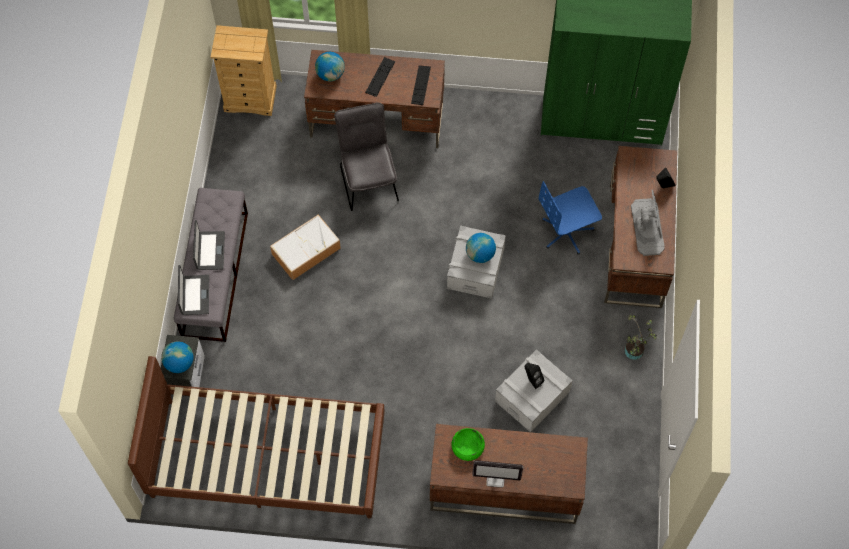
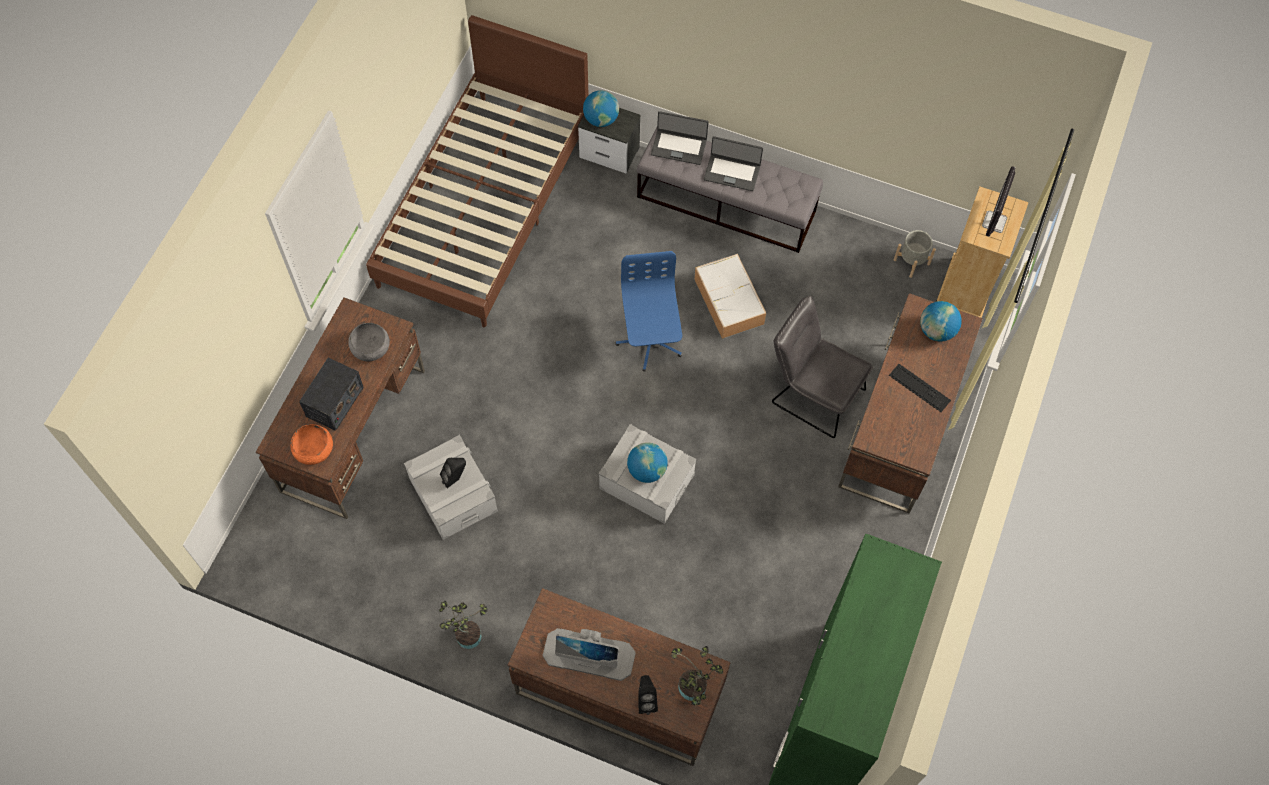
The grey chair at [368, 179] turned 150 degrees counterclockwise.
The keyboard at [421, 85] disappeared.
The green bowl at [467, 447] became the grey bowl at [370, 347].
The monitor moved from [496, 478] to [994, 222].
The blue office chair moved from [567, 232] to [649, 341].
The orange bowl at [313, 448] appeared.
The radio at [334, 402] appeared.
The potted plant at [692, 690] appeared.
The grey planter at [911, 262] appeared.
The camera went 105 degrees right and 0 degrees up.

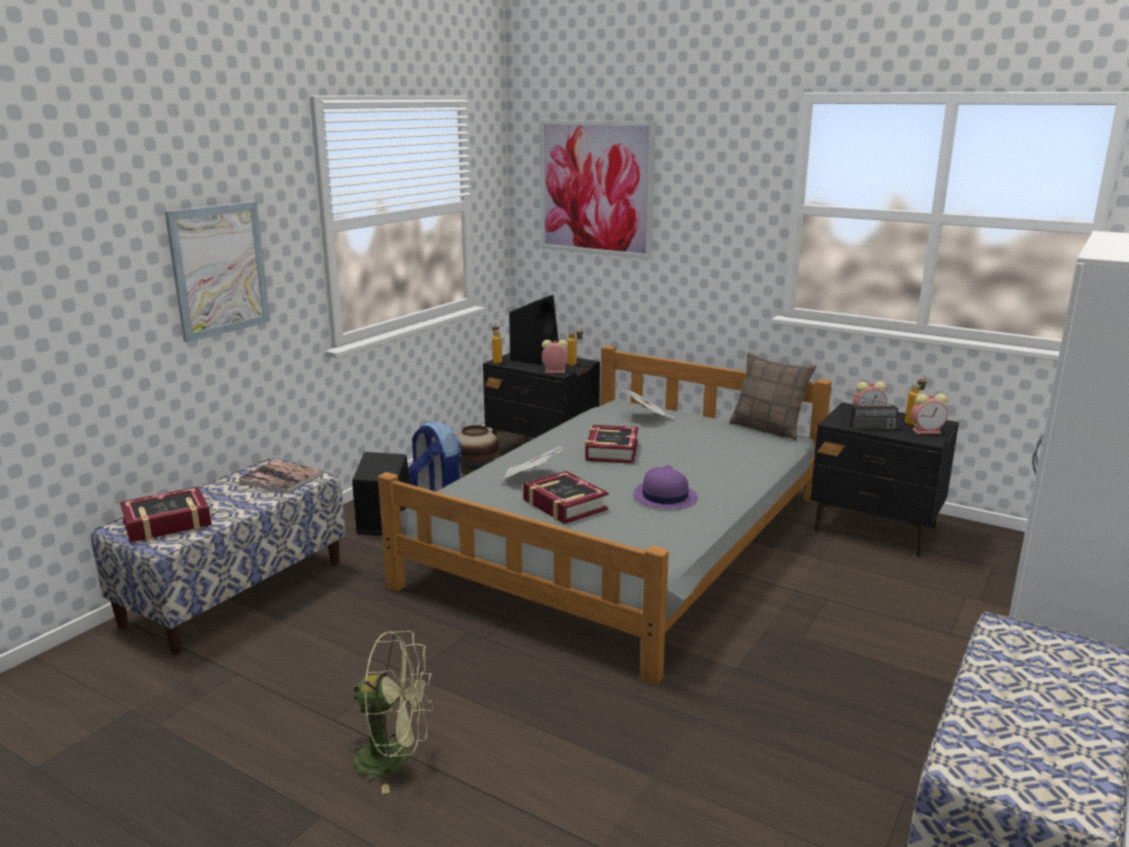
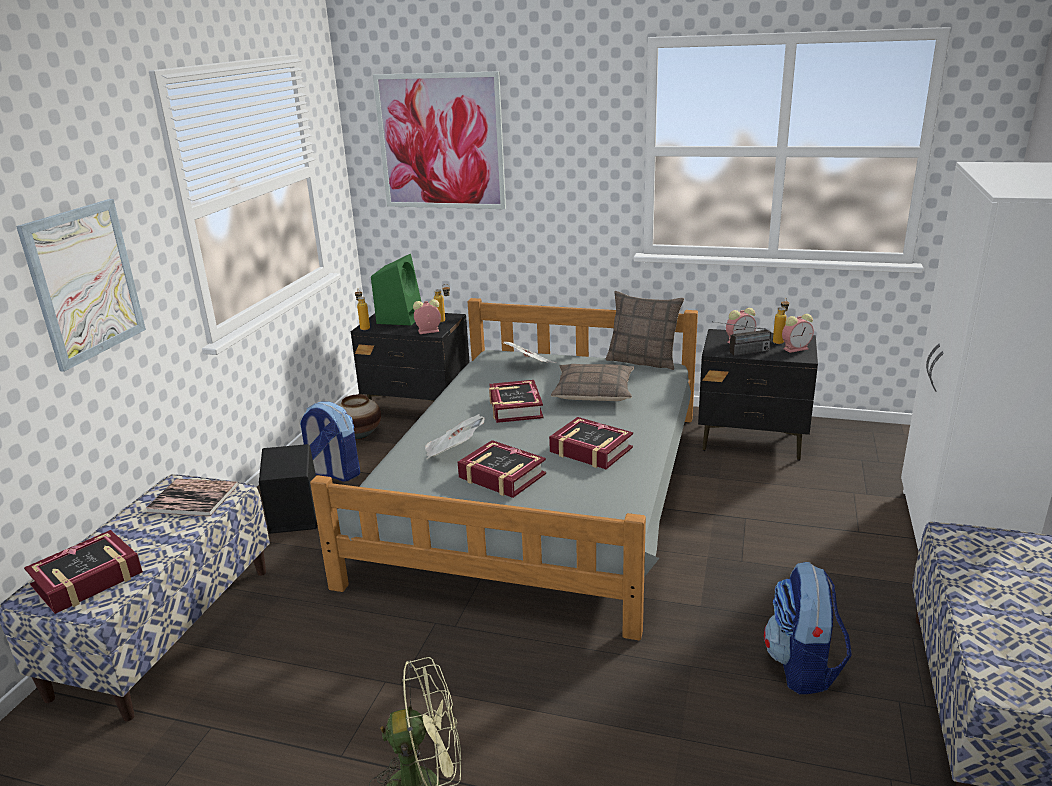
The black speaker at [535, 357] became the green speaker at [400, 318].
The purple hat at [664, 497] was replaced by the book at [590, 450].
The pillow at [593, 391] appeared.
The backpack at [802, 667] appeared.
The camera went 15 degrees left and 5 degrees up.

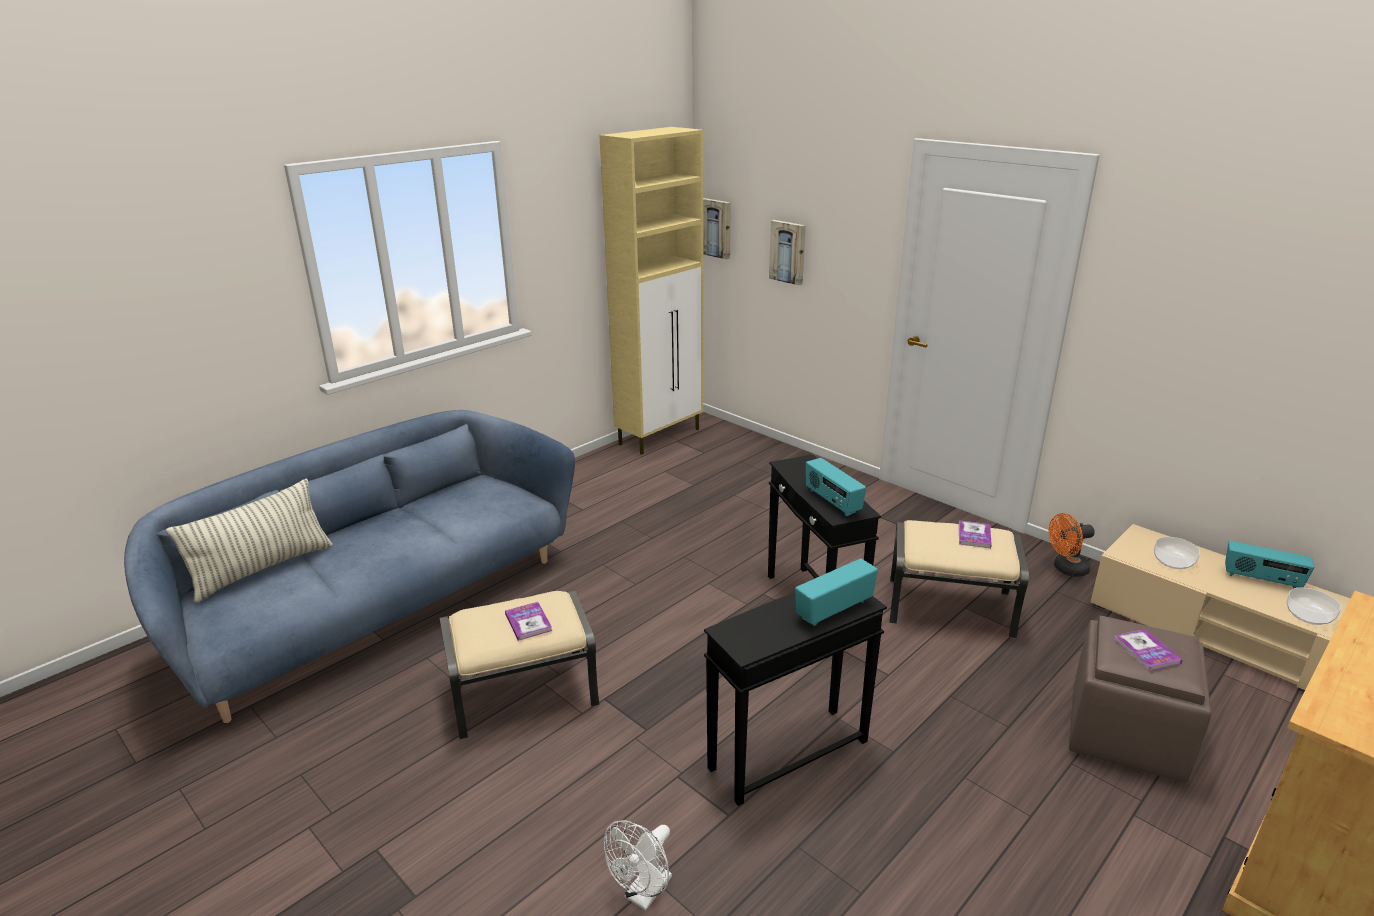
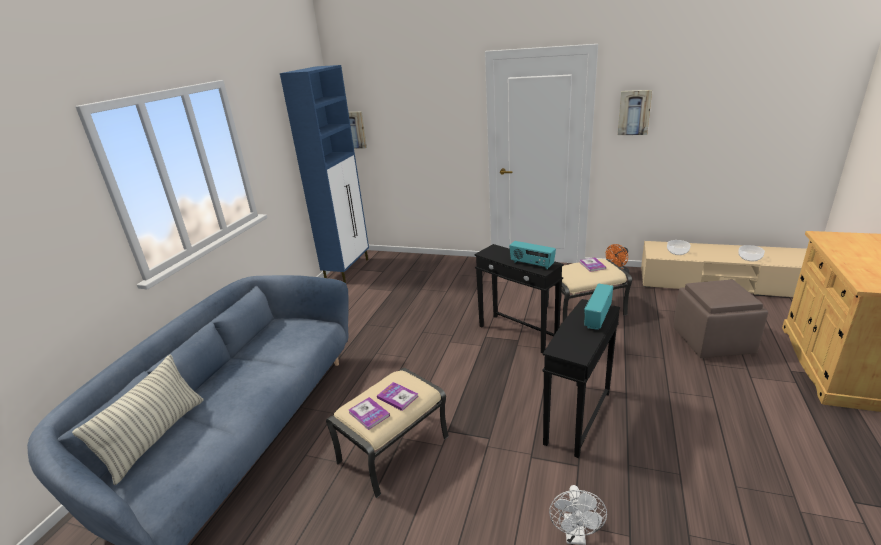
The beige cabinet at [660, 436] became the blue cabinet at [348, 269].
The picture moved from [788, 252] to [634, 112].
The book moved from [1146, 651] to [369, 414].
The radio at [1261, 580] disappeared.
The camera went 25 degrees left and 0 degrees up.

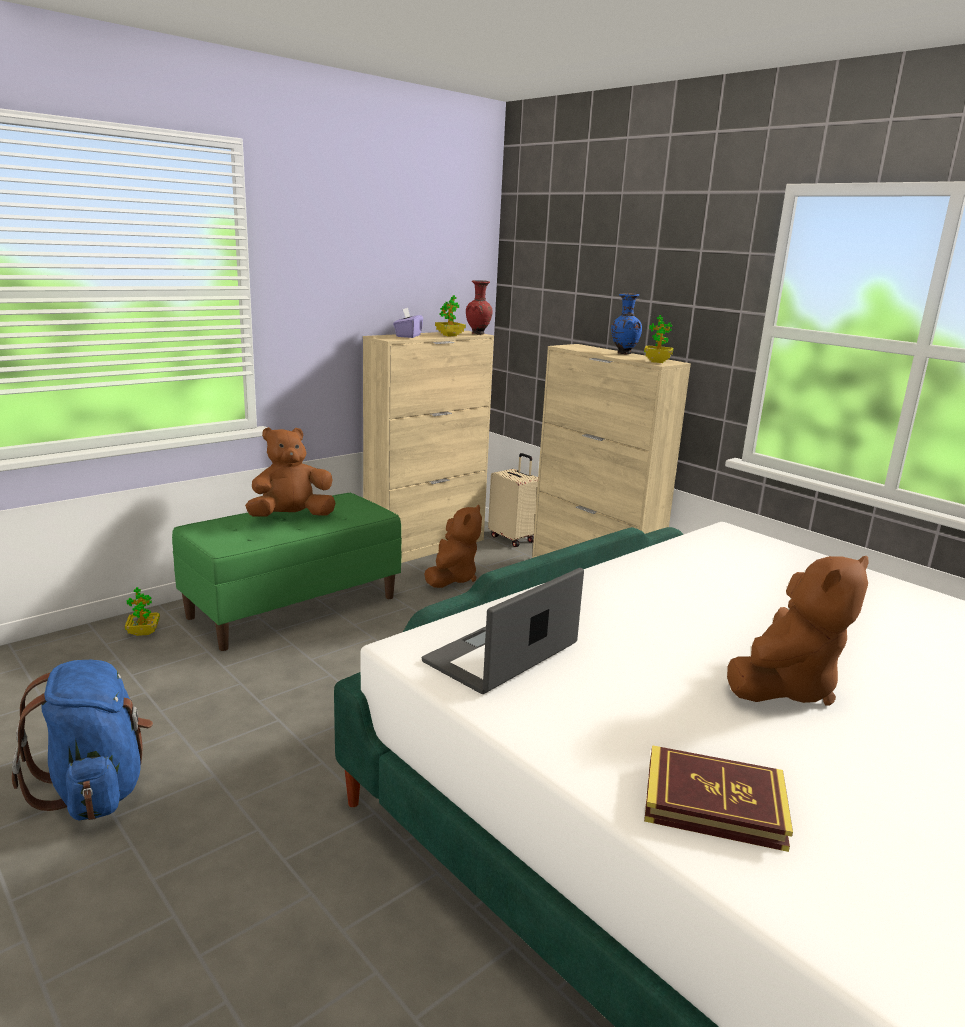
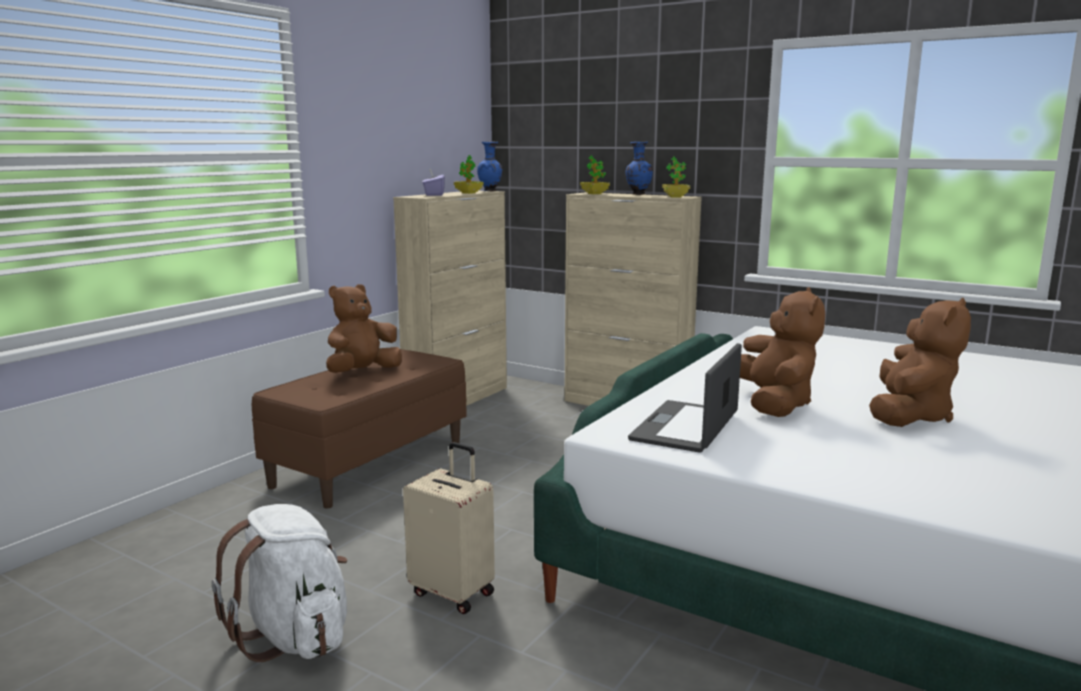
The blue backpack at [96, 788] became the white backpack at [294, 636].
The potted plant moved from [143, 632] to [594, 194].
The green bench at [294, 606] became the brown bench at [370, 463].
The brown plush toy moved from [452, 578] to [774, 404].
The red vase at [478, 334] became the blue vase at [490, 191].
The beige suitcase moved from [512, 538] to [454, 592].
The book at [714, 804] disappeared.
The camera went 15 degrees left and 5 degrees down.

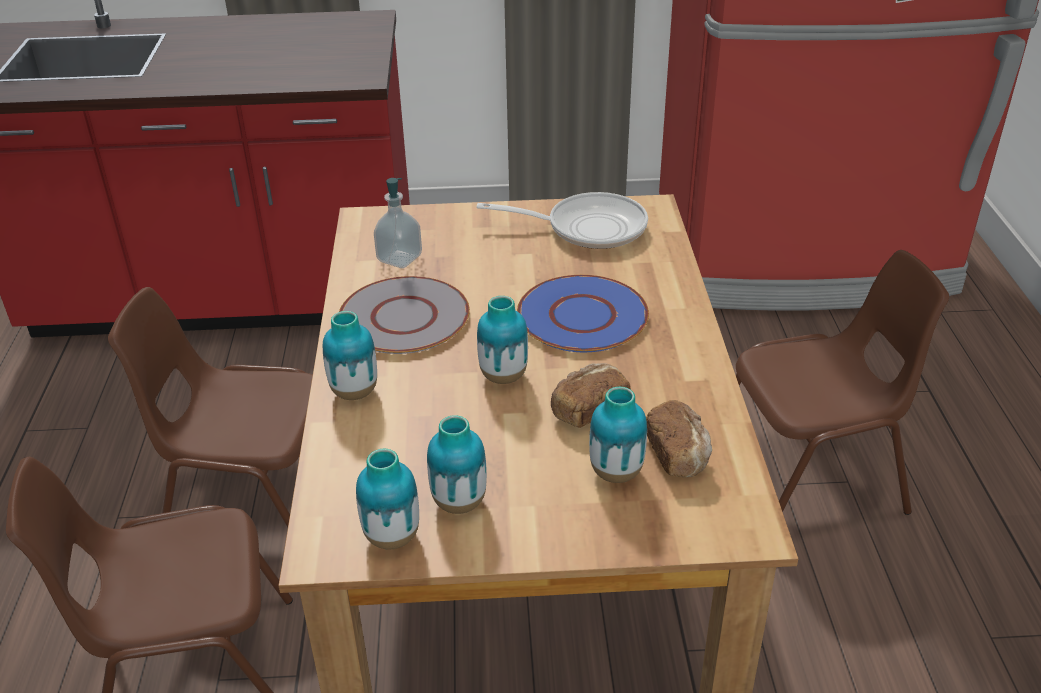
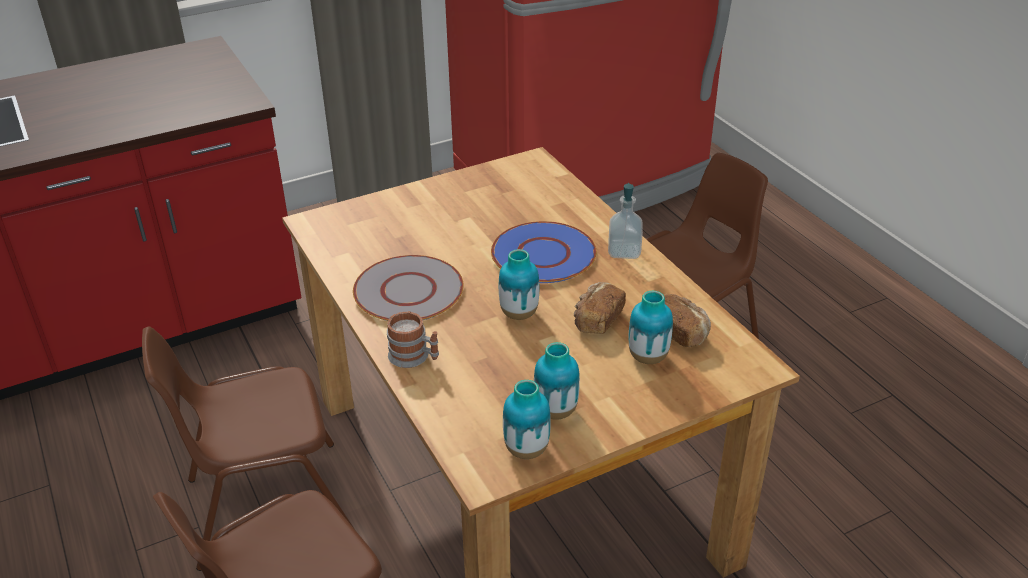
The vase at [354, 392] was replaced by the mug at [414, 357].
The soap dispenser moved from [399, 258] to [624, 251].
The frying pan at [587, 228] disappeared.
The camera went 25 degrees left and 0 degrees up.

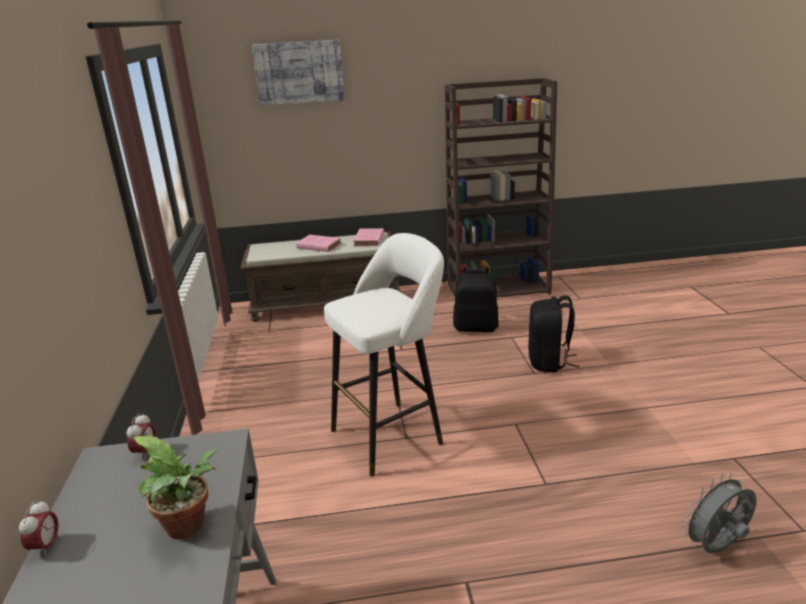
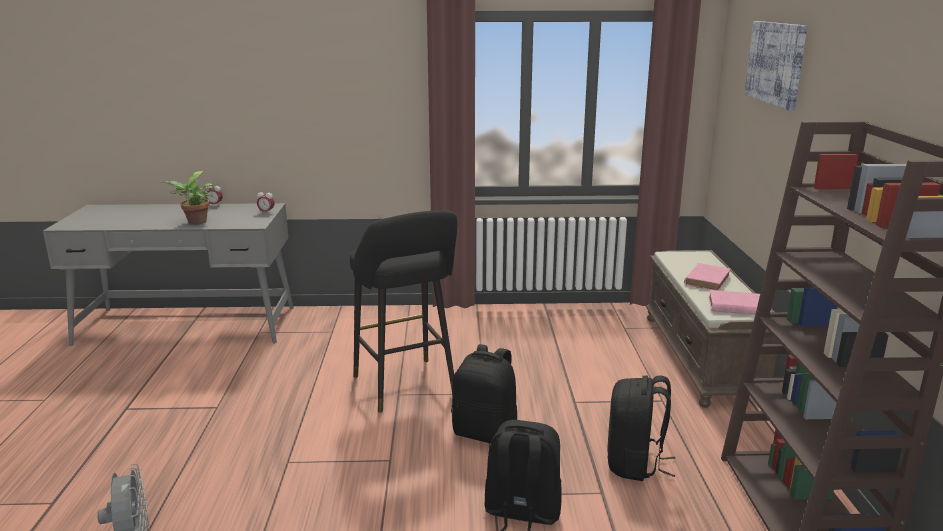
The white stool at [392, 434] became the black stool at [406, 387].
The black backpack at [486, 433] appeared.
The camera went 95 degrees right and 5 degrees down.

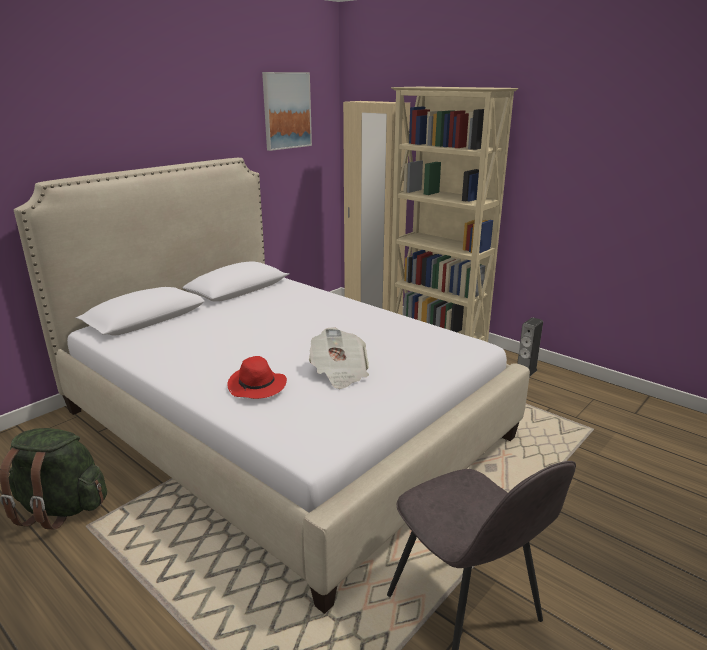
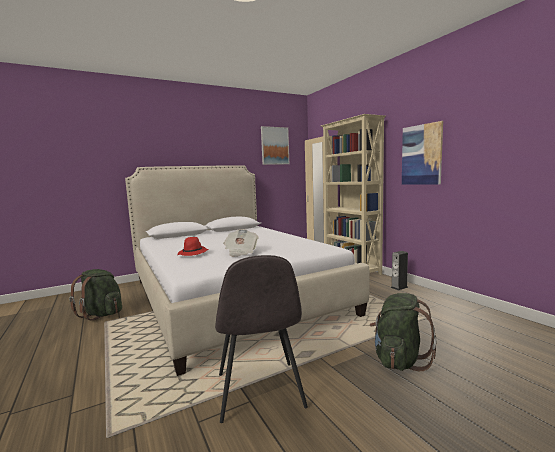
The green backpack at [399, 360] appeared.
The picture at [421, 155] appeared.
The camera went 20 degrees right and 15 degrees down.

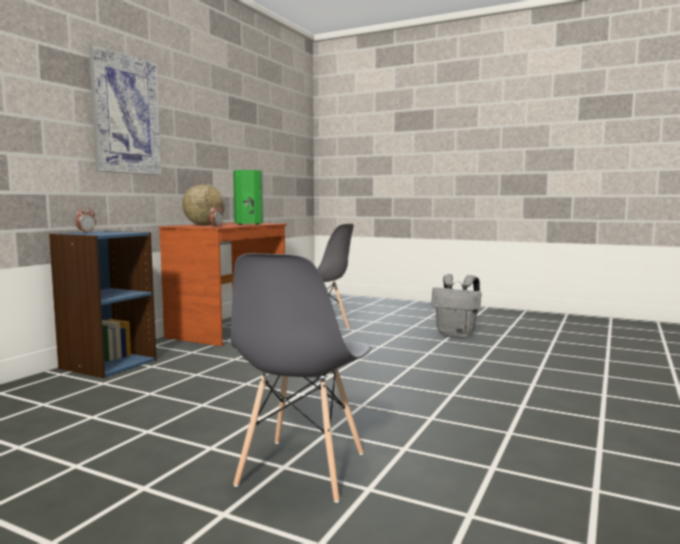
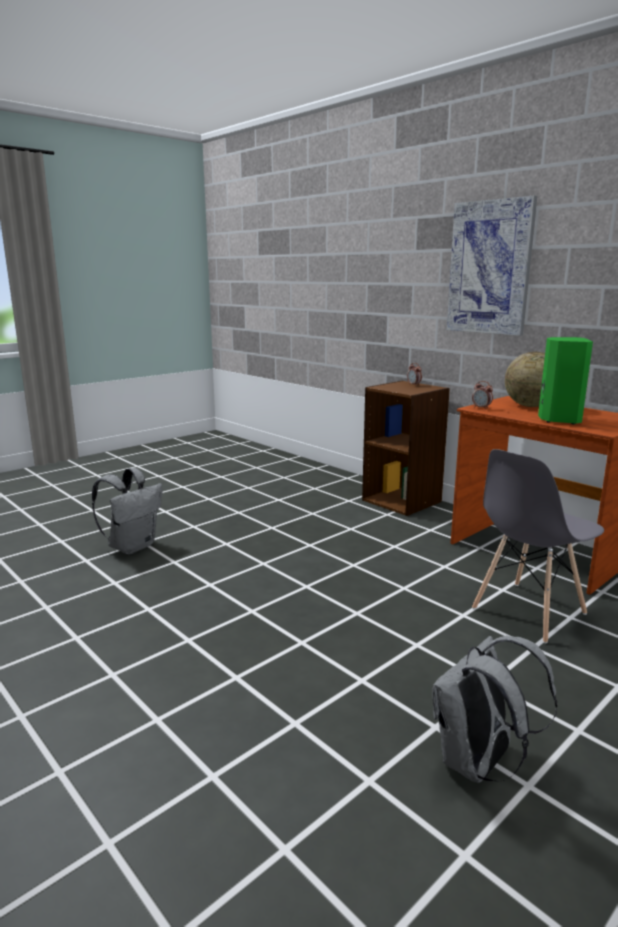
The blue bookcase at [108, 364] became the brown bookcase at [402, 500].
The grey chair at [302, 469] was replaced by the grey backpack at [133, 546].
The camera went 110 degrees right and 10 degrees up.

